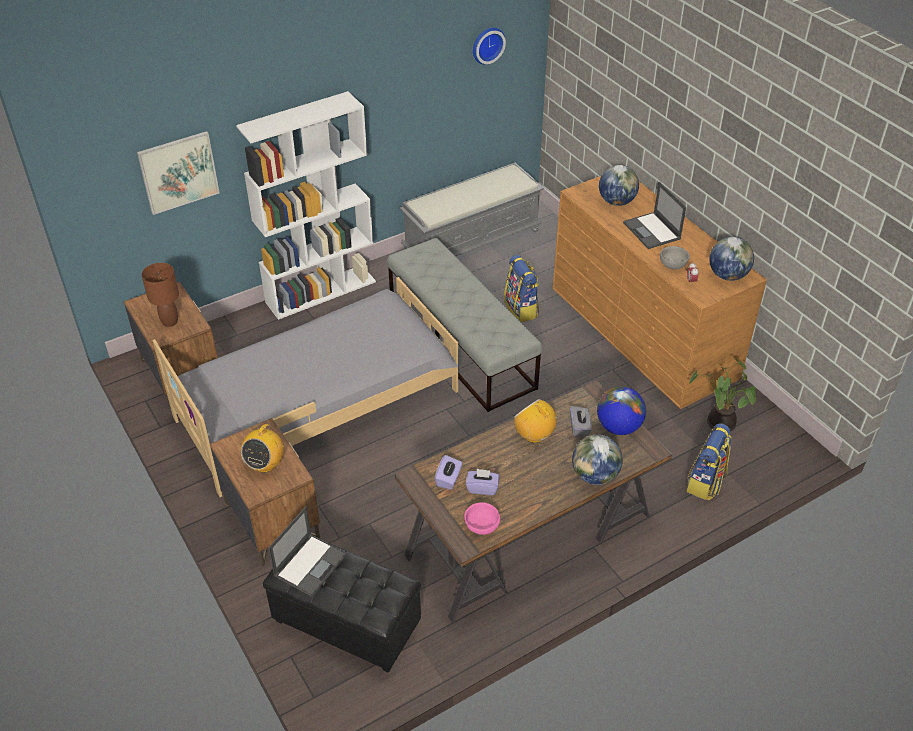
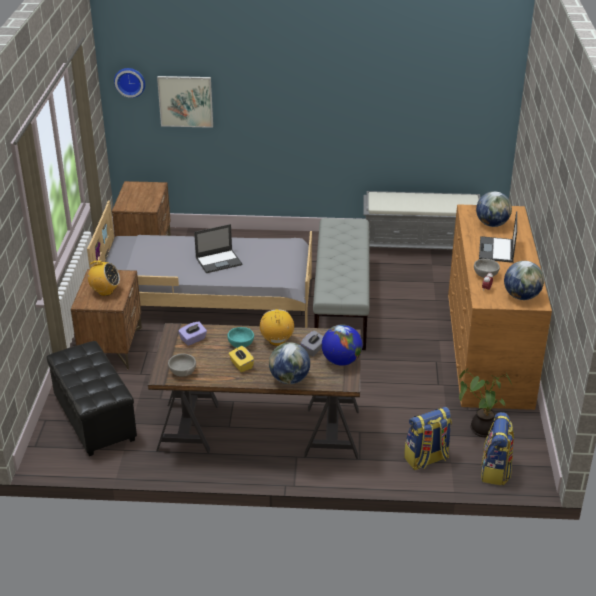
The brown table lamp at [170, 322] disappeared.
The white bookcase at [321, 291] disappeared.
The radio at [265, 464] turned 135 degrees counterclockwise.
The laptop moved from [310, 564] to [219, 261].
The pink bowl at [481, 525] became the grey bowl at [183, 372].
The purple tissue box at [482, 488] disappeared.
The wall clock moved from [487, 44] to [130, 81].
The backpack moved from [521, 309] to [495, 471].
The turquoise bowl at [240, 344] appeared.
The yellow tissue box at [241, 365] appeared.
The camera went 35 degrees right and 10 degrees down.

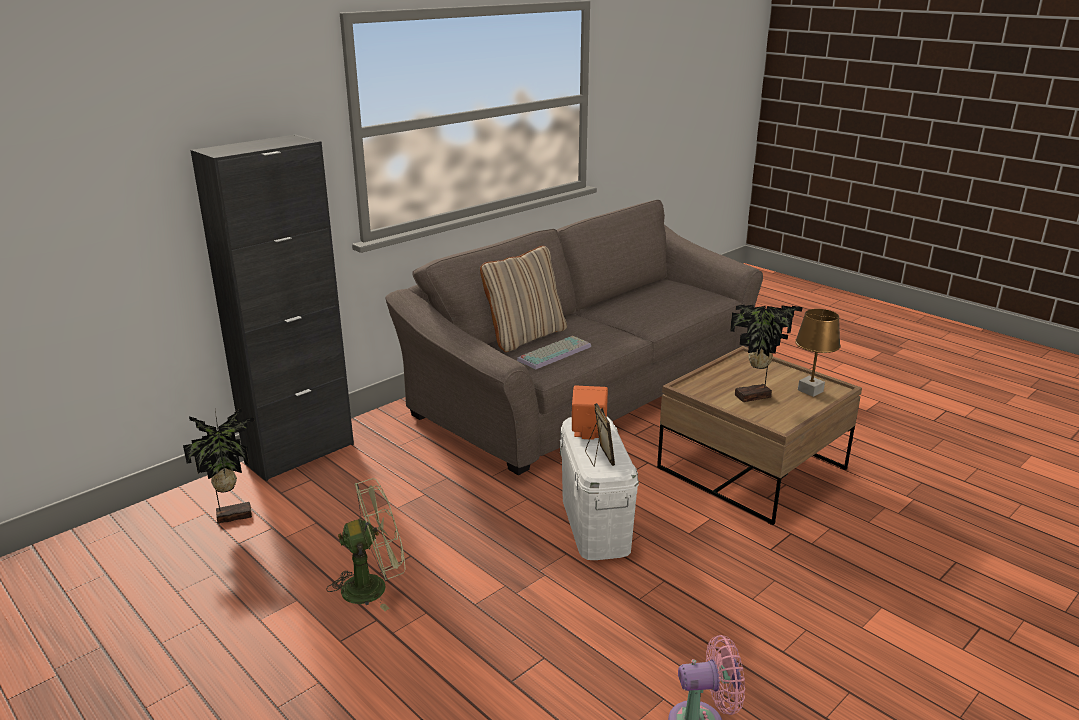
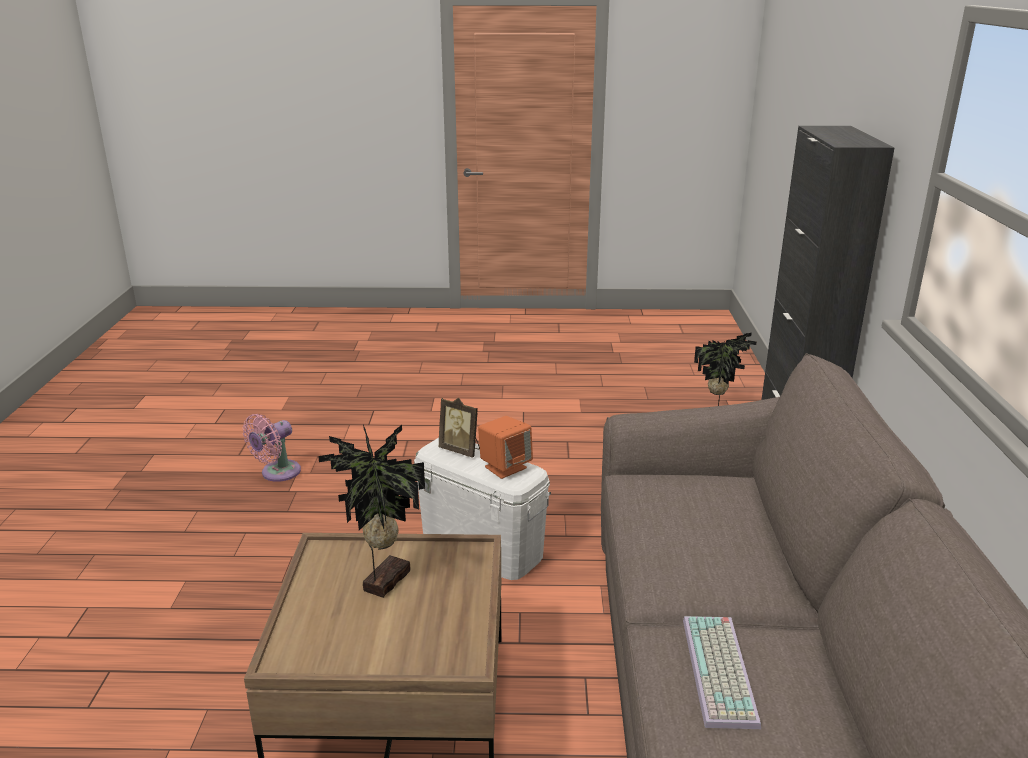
The green fan at [374, 586] disappeared.
The beige pillow at [525, 336] disappeared.
The keyboard moved from [554, 352] to [722, 672].
The brown table lamp at [810, 391] disappeared.
The camera went 135 degrees right and 0 degrees up.

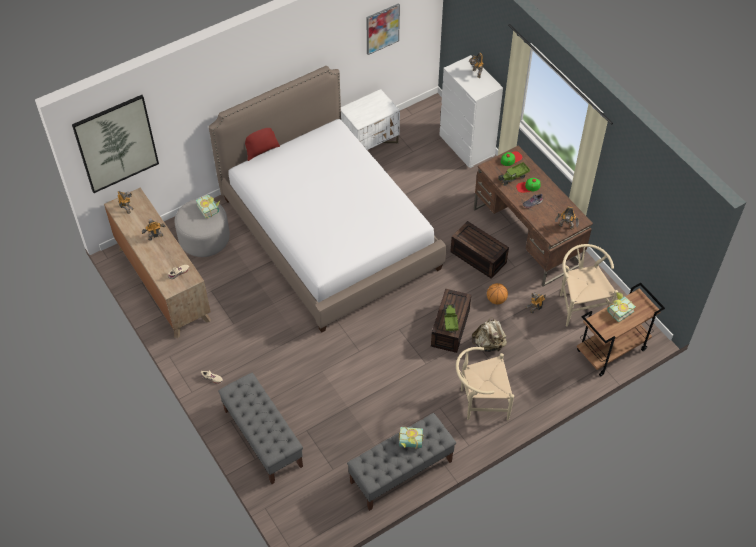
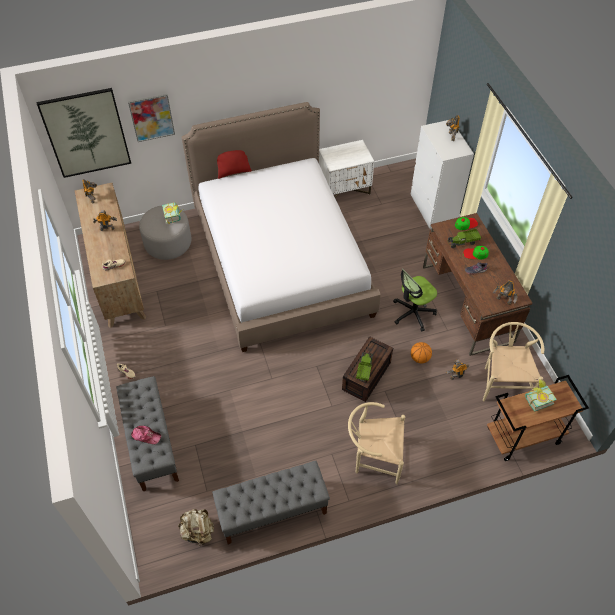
The picture moved from [382, 28] to [152, 117].
The book at [410, 443] disappeared.
The brown storage box at [477, 257] was replaced by the office chair at [413, 313].
The beige backpack moved from [489, 344] to [198, 532].
The cap at [146, 436] appeared.
The camera went 15 degrees right and 0 degrees up.

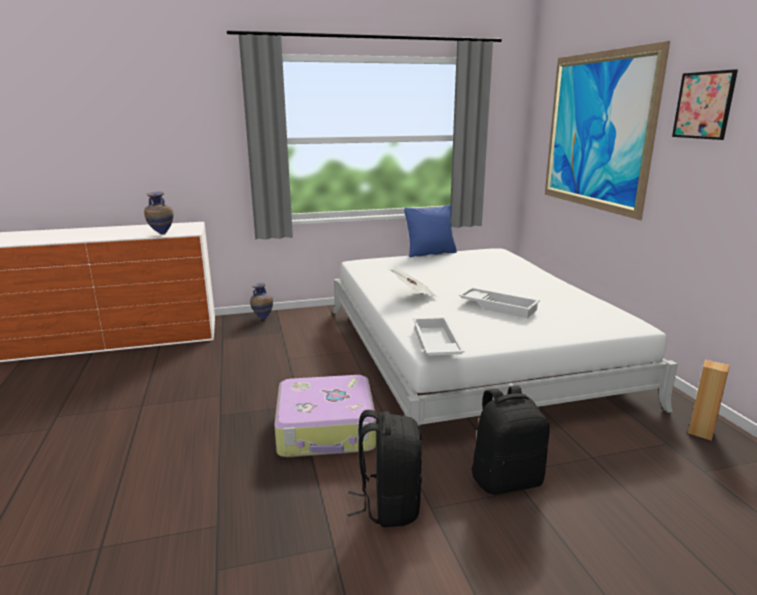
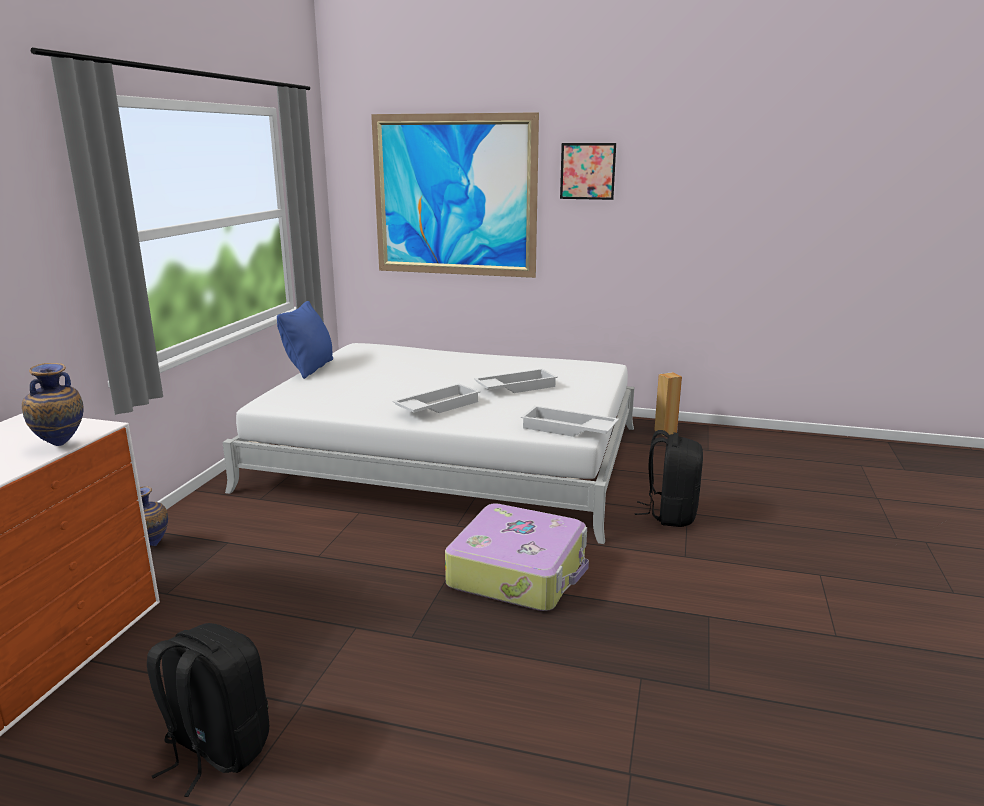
The black backpack moved from [388, 505] to [215, 750].
The newspaper at [414, 295] was replaced by the white tray at [437, 406].
The camera went 60 degrees left and 0 degrees up.

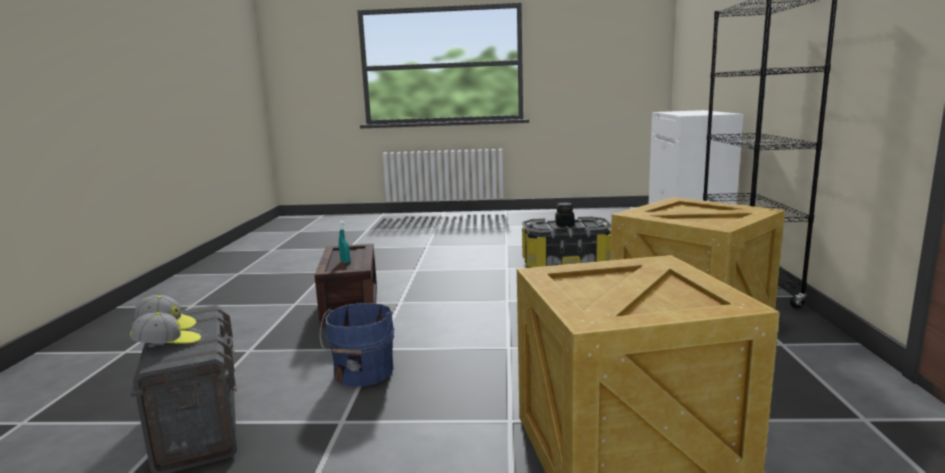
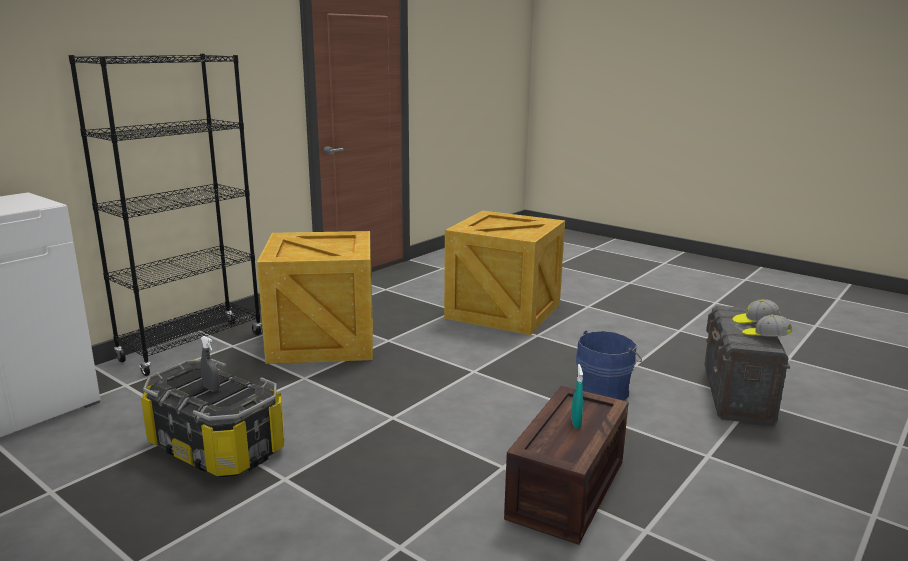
The black jar at [564, 224] was replaced by the grey spray bottle at [211, 389].
The camera went 145 degrees left and 5 degrees up.

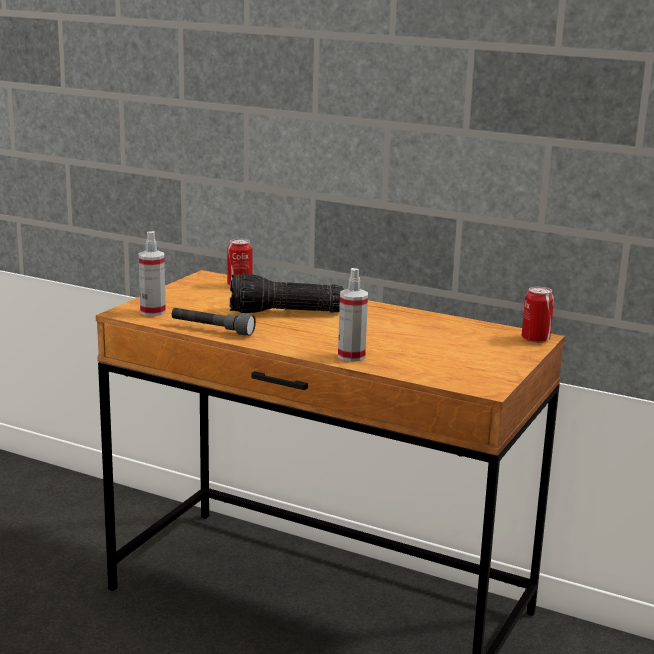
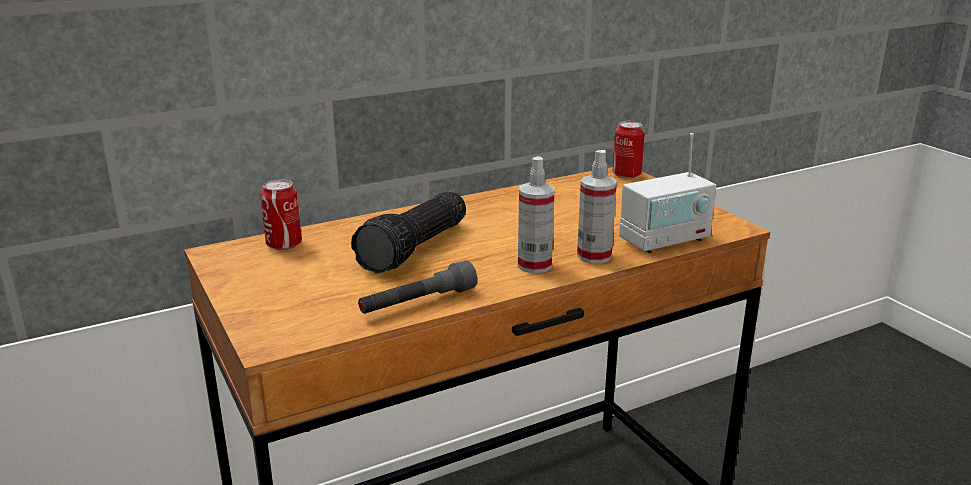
The spray bottle moved from [152, 312] to [534, 265].
The radio at [665, 240] appeared.
The camera went 55 degrees left and 5 degrees up.

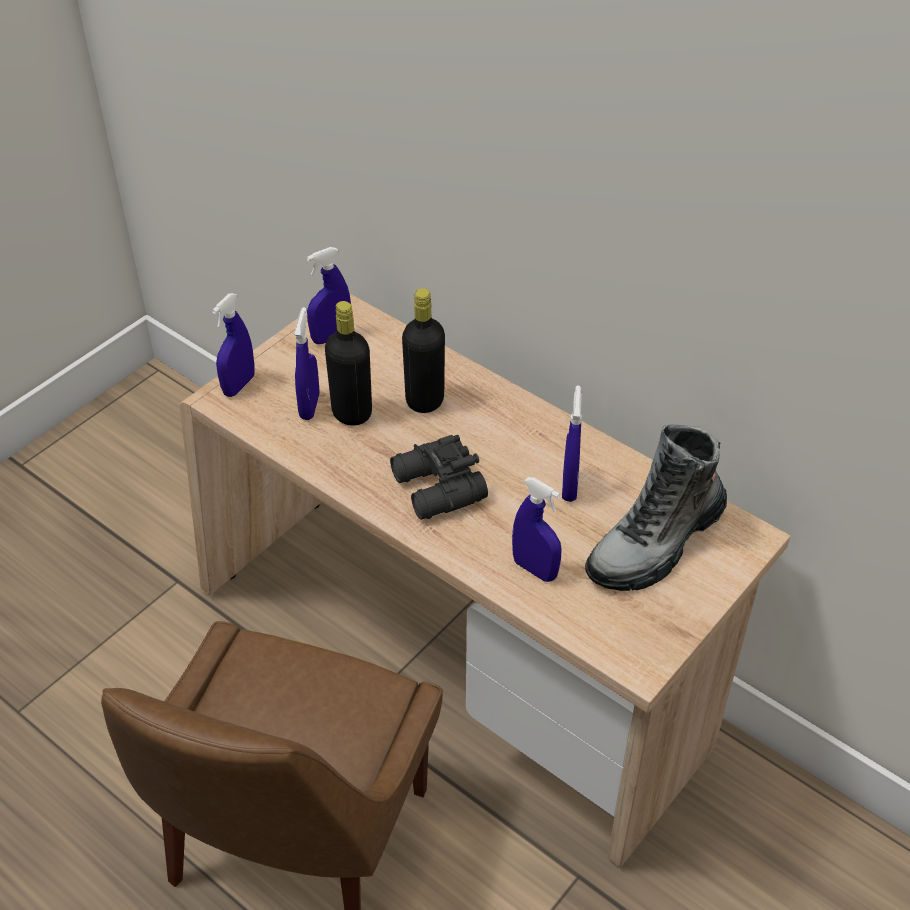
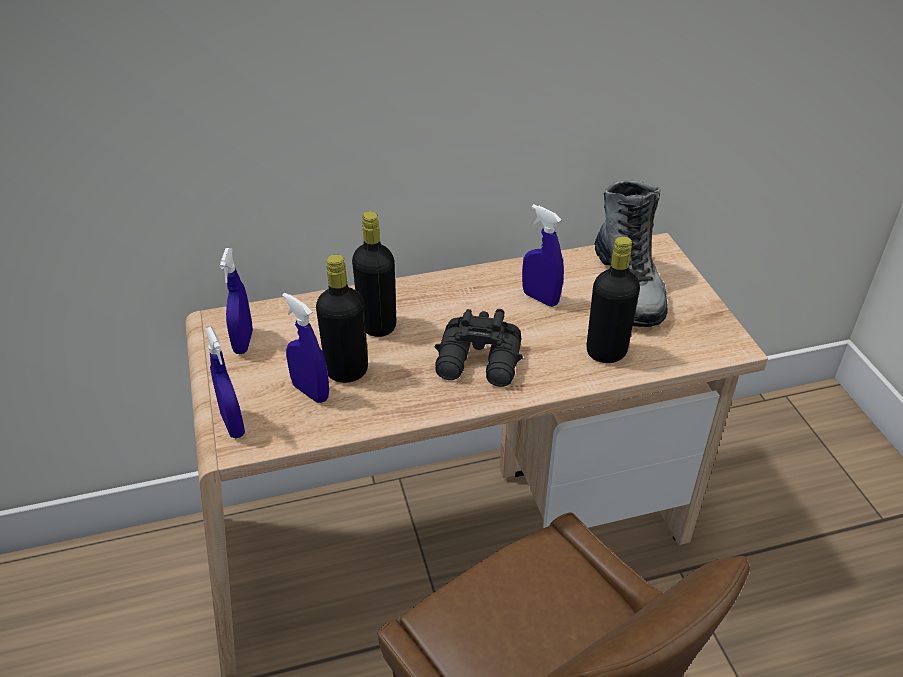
The blue spray bottle at [535, 569] was replaced by the black bottle at [606, 352].
The camera went 55 degrees left and 5 degrees down.

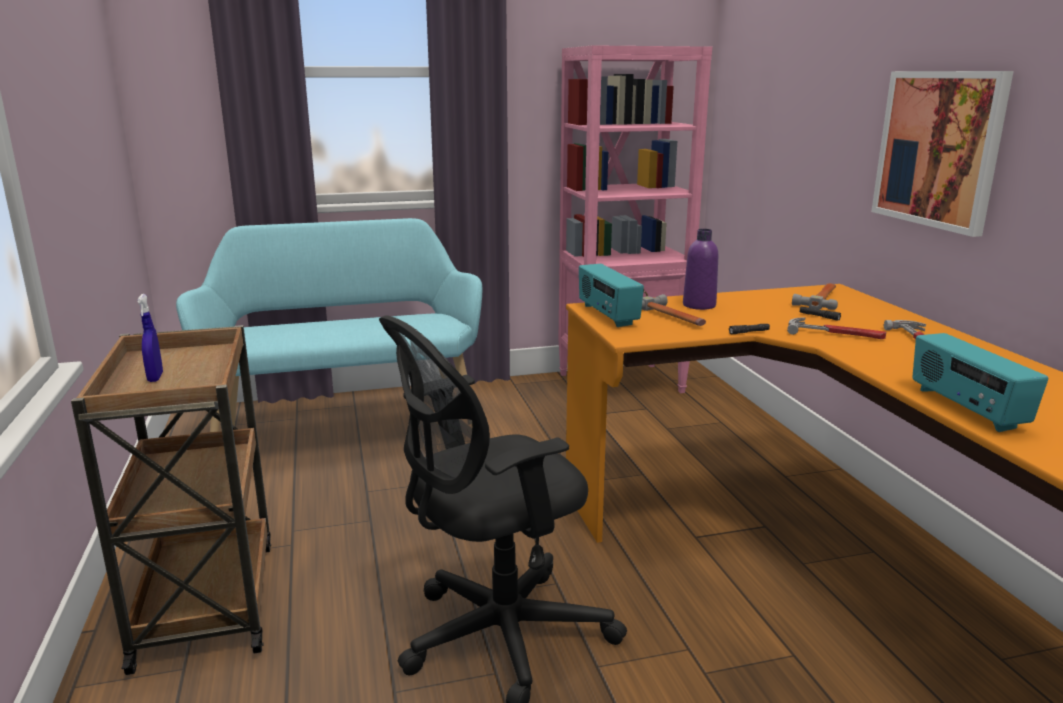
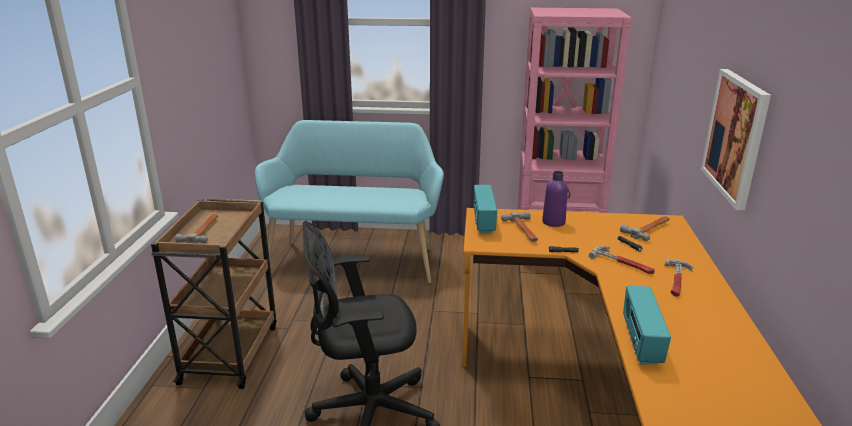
The blue spray bottle at [155, 377] was replaced by the hammer at [203, 231].
The camera went 20 degrees right and 5 degrees up.

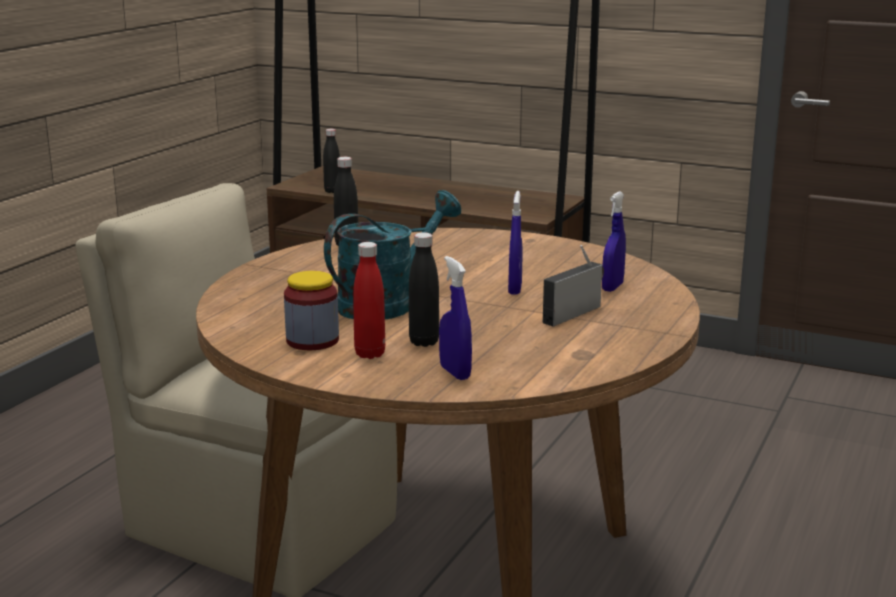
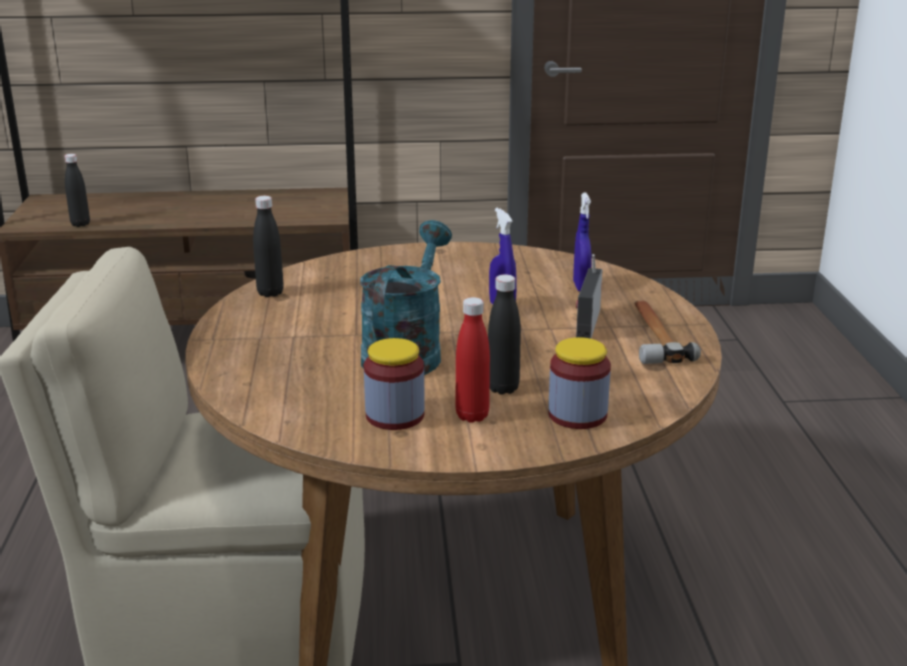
The blue spray bottle at [455, 373] was replaced by the jar at [577, 415].
The hammer at [653, 336] appeared.
The camera went 30 degrees left and 5 degrees up.

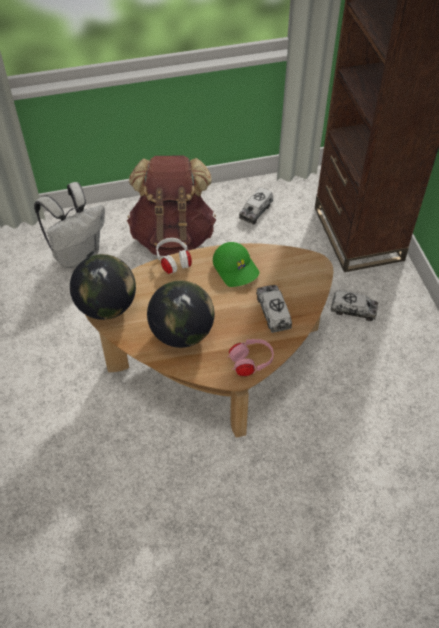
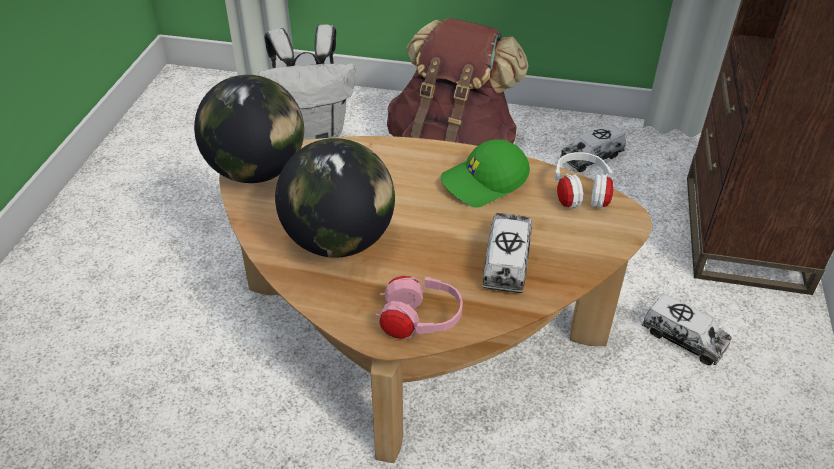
The white headphones moved from [173, 262] to [580, 195].
The green cap at [236, 269] turned 75 degrees clockwise.
The camera went 25 degrees right and 10 degrees down.

